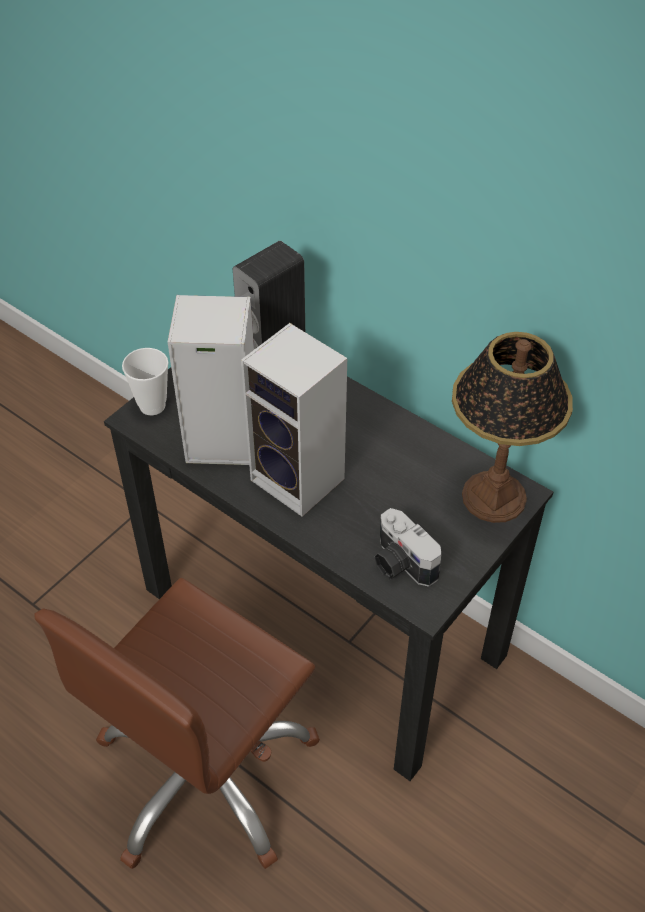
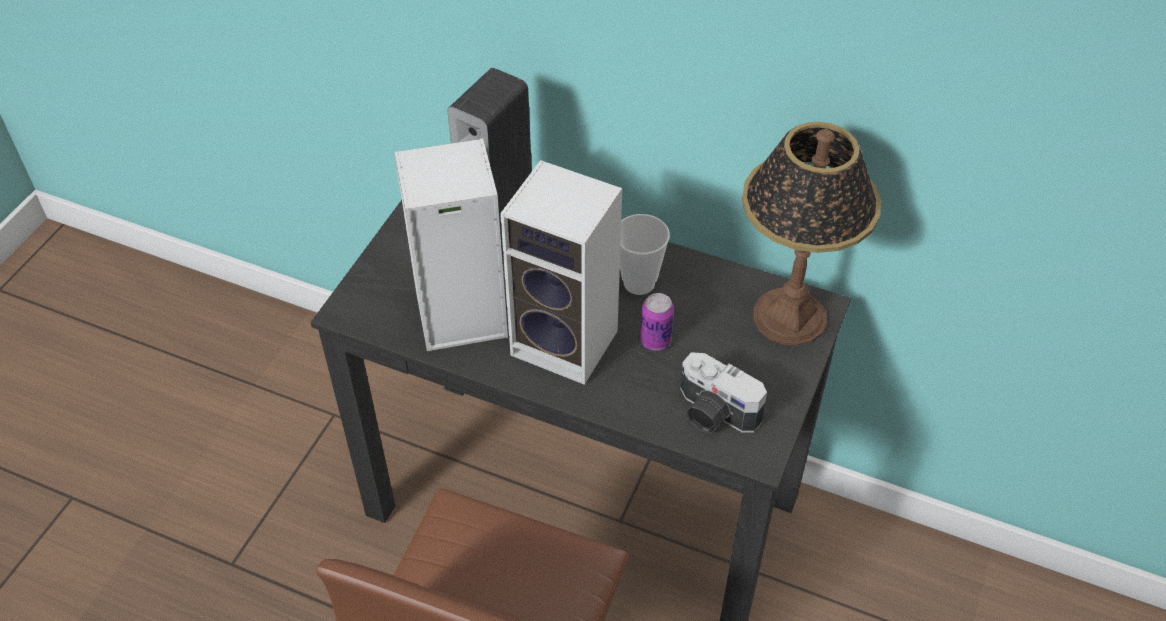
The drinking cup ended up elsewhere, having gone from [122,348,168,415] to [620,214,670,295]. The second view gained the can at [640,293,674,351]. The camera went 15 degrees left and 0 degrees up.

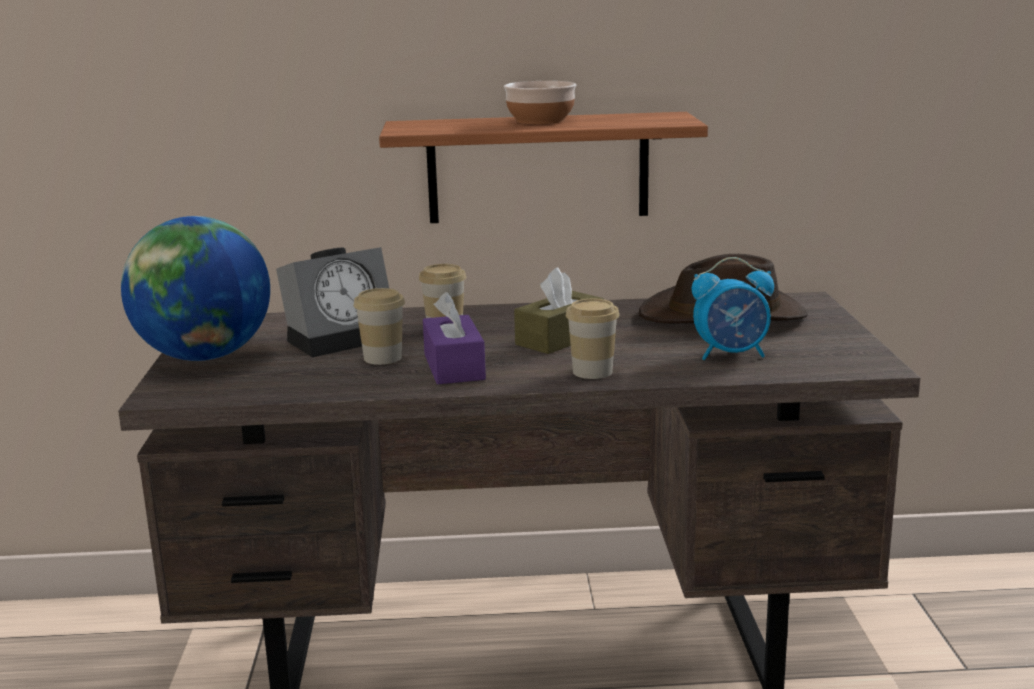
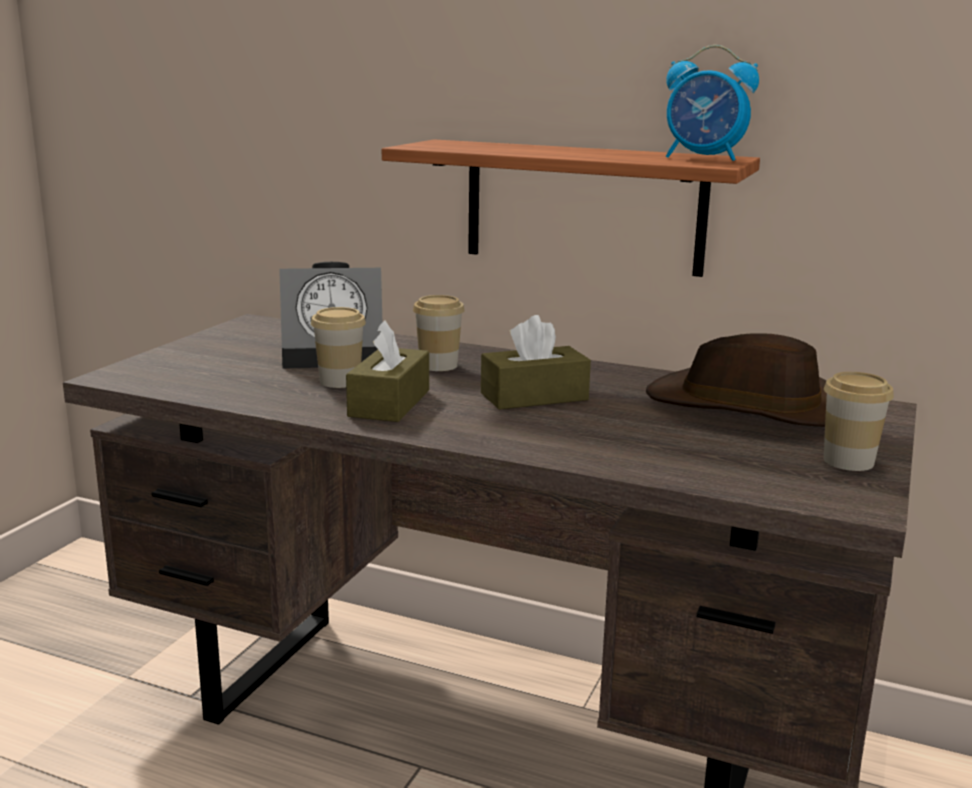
The second view lost the bowl at [504,81,576,124]. The second view lost the desk globe at [121,216,270,361]. The alarm clock ended up elsewhere, having gone from [692,257,774,360] to [666,45,759,161]. What was the purple tissue holder at [423,292,486,384] turned into the brownish tissue holder at [346,320,429,422]. The drinking cup ended up elsewhere, having gone from [566,299,619,379] to [824,372,894,471]. The camera went 25 degrees right and 0 degrees up.

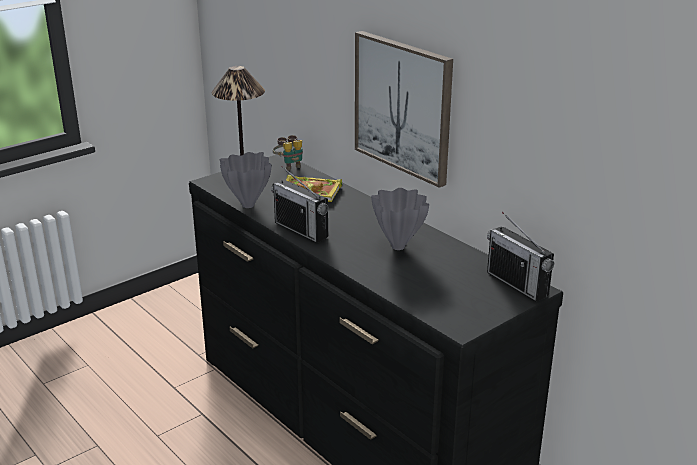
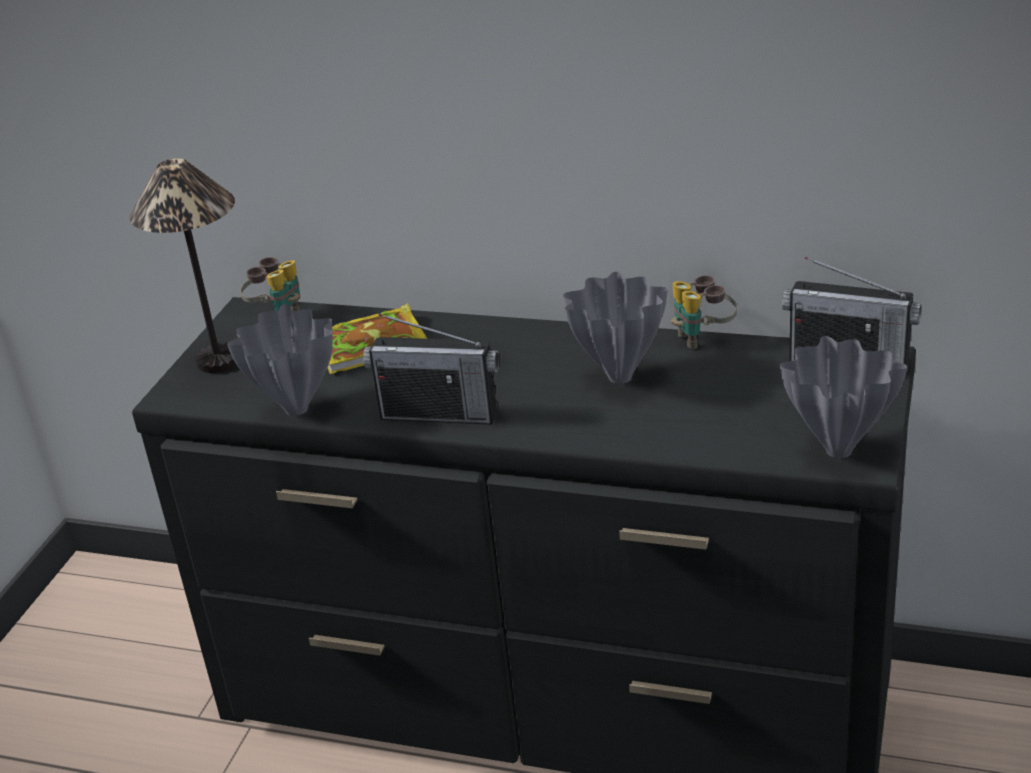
The second view lost the wall art at [355,31,453,188]. The second view gained the field glasses at [671,275,737,350]. The second view gained the gray flower vase at [780,336,907,458]. The camera went 30 degrees left and 5 degrees up.

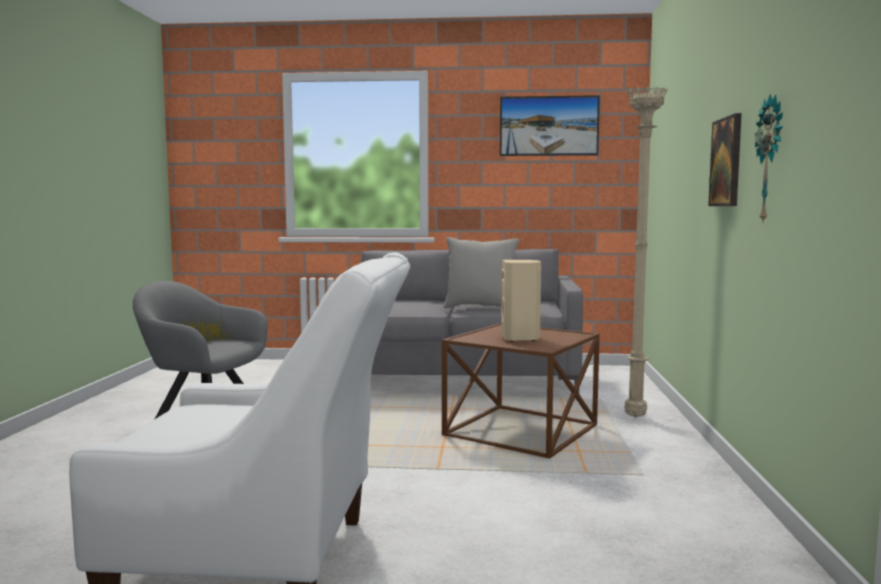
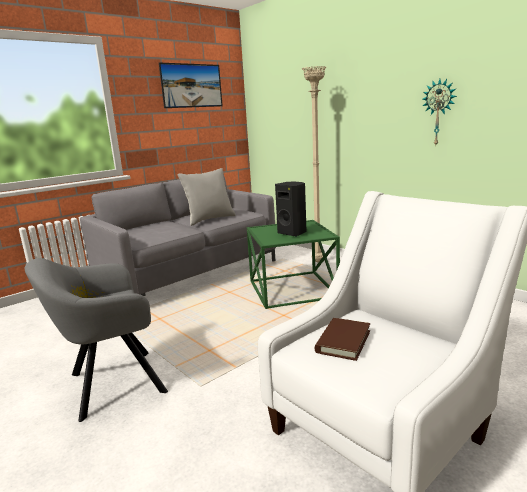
The second view lost the wall art at [708,113,742,206]. What was the beige-coloured audio speaker at [501,260,541,342] turned into the black audio speaker at [275,182,307,237]. What was the brownish accent table at [442,323,600,459] turned into the green accent table at [247,220,340,309]. The second view gained the brownish volume at [315,318,370,361]. The camera went 45 degrees left and 10 degrees up.

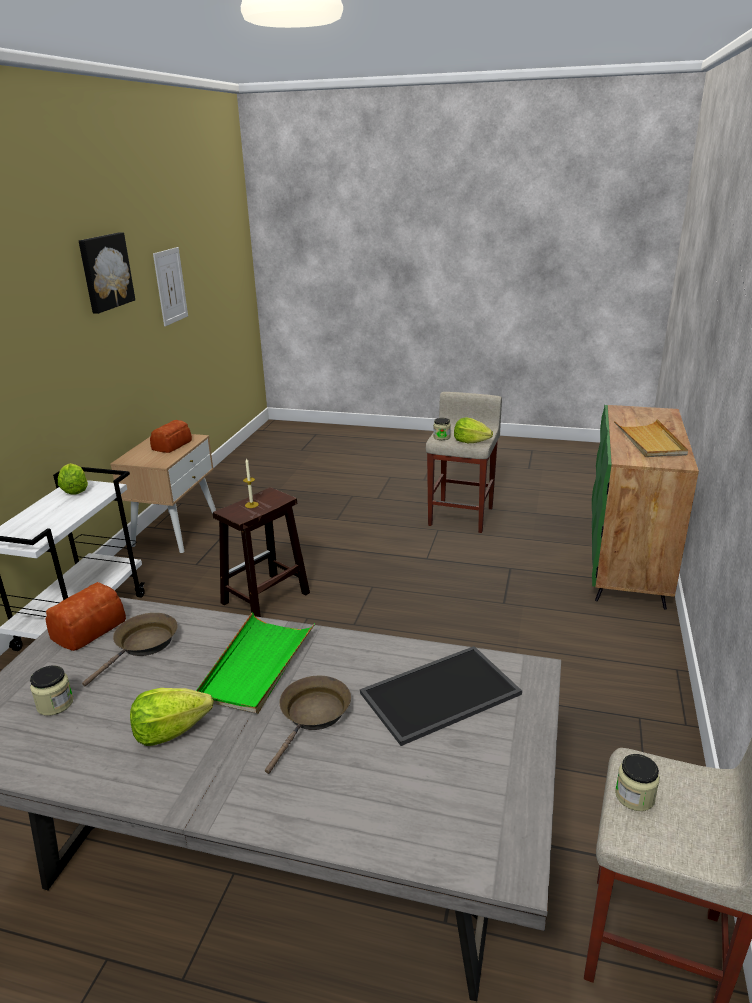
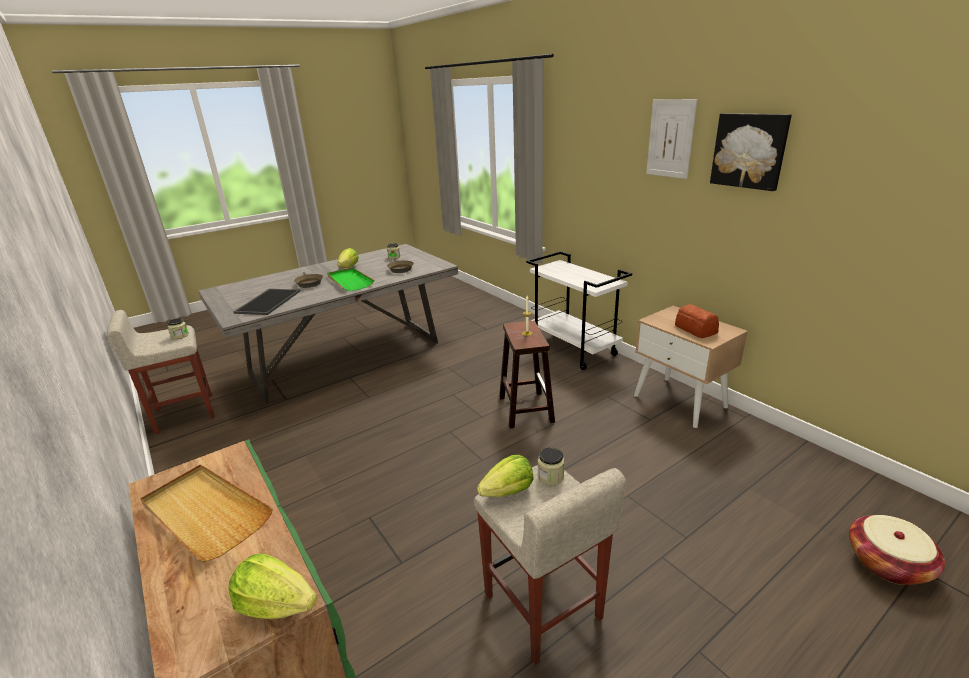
The wall art ended up elsewhere, having gone from [153,247,188,326] to [646,99,697,179]. The lettuce ended up elsewhere, having gone from [58,463,88,495] to [229,553,317,619]. The second view lost the baked bread at [45,582,126,651]. The second view gained the basket at [849,515,945,585]. The camera went 130 degrees right and 0 degrees up.

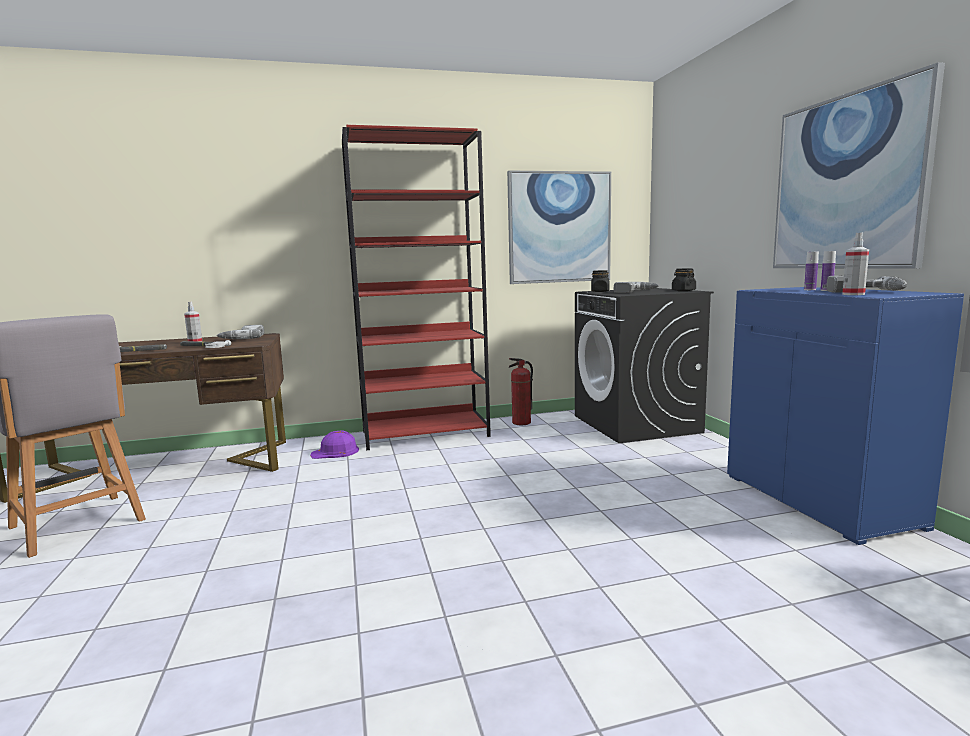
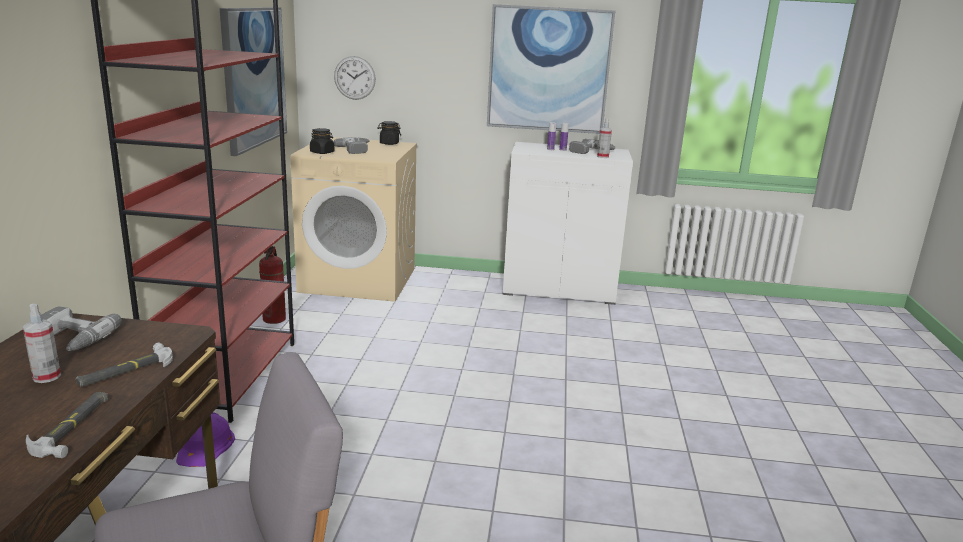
What was the blue-coloured cabinet at [727,287,964,545] turned into the white-coloured cabinet at [503,142,633,305]. What was the black laundry machine at [575,288,714,443] turned into the beige-coloured laundry machine at [290,137,417,302]. The second view gained the hanging clock at [334,56,376,100]. The camera went 70 degrees left and 10 degrees up.

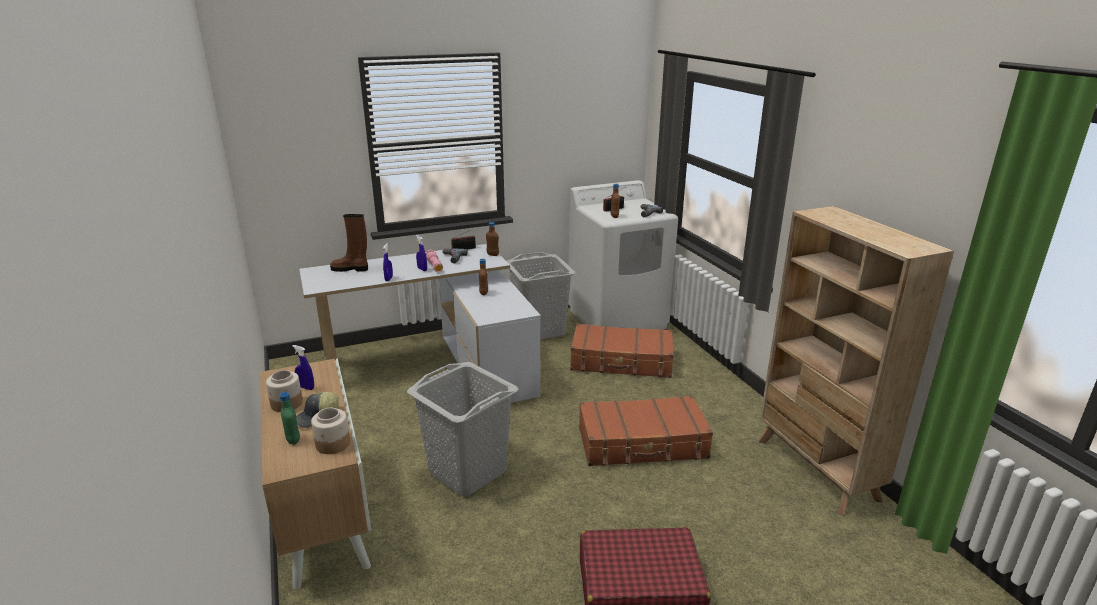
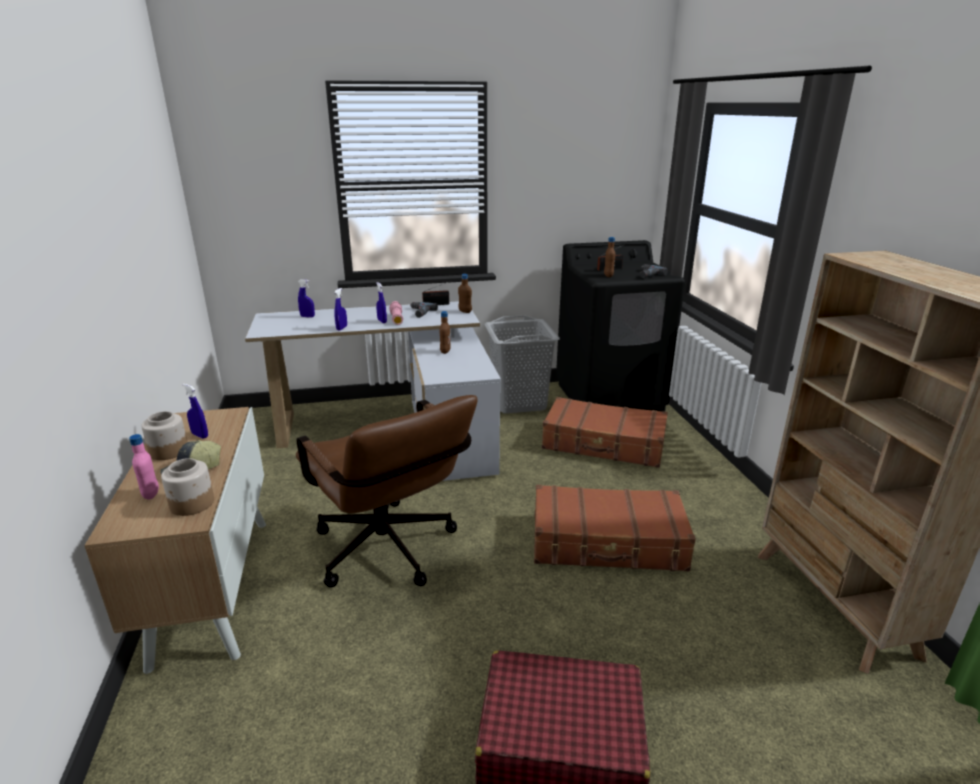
What was the white-coloured laundry machine at [568,180,678,329] turned into the black laundry machine at [556,240,685,412]. Where the brownish high-top boot stood at [330,214,368,272], the blue-coloured sprayer came to stand at [298,279,315,318]. Where the gray laundry basket stood at [407,362,519,497], the brownish computer chair came to stand at [296,395,477,587]. What was the green bottle at [280,392,300,445] turned into the pinkish bottle at [129,434,159,500]. The camera went 10 degrees right and 0 degrees up.

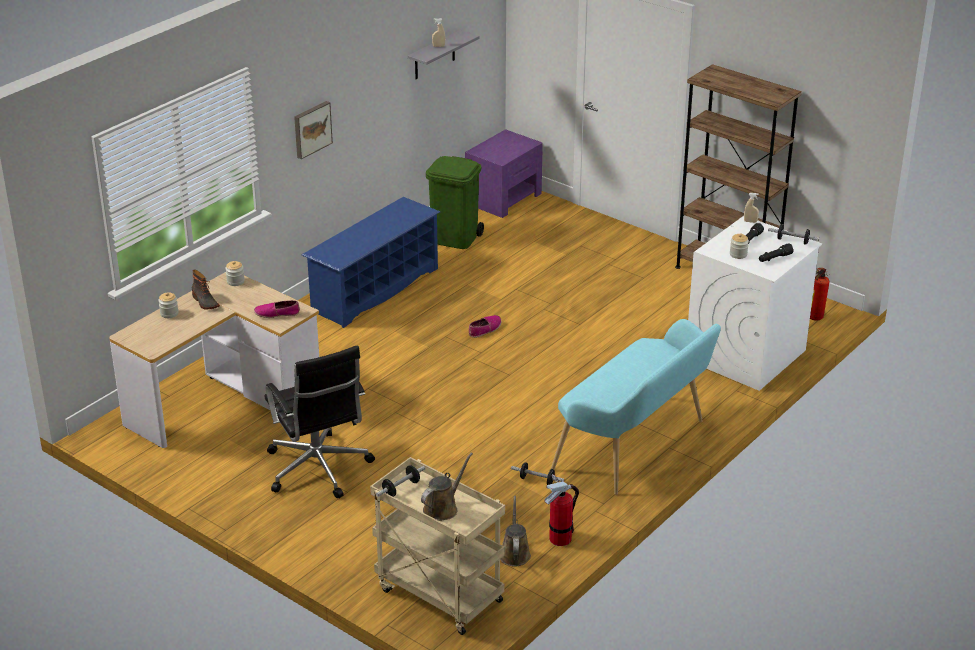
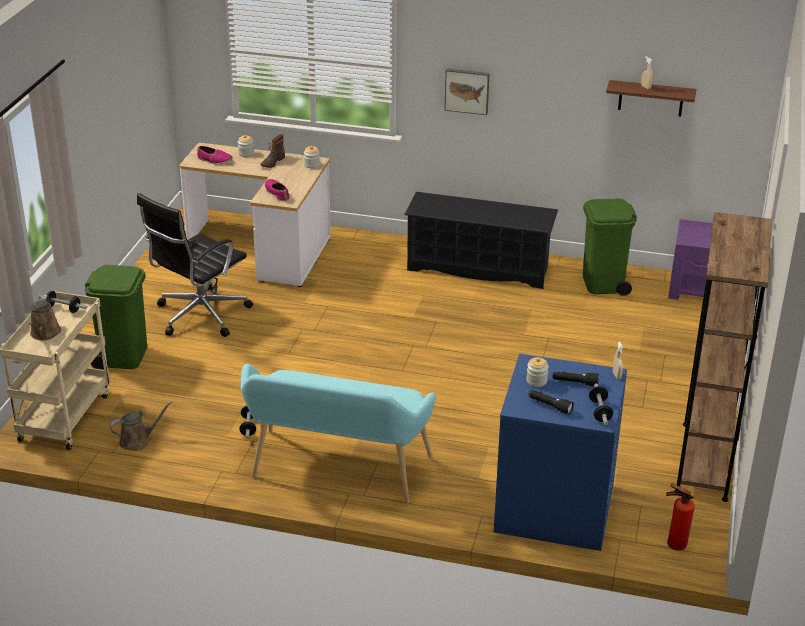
What was the gray bracket shelf at [408,30,479,79] turned into the brownish bracket shelf at [606,80,697,117]. What was the blue-coloured shoe stand at [302,197,440,328] turned into the black shoe stand at [404,192,558,289]. What was the white-coloured laundry machine at [688,216,822,391] turned into the blue-coloured laundry machine at [494,353,627,551]. The low shoe ended up elsewhere, having gone from [469,315,501,338] to [197,146,233,165]. The brownish watering can at [421,453,473,521] ended up facing another way, 75 degrees clockwise from before. The second view lost the fire extinguisher at [544,474,579,546]. The second view gained the green waste bin at [85,265,147,370]. The camera went 65 degrees right and 0 degrees up.

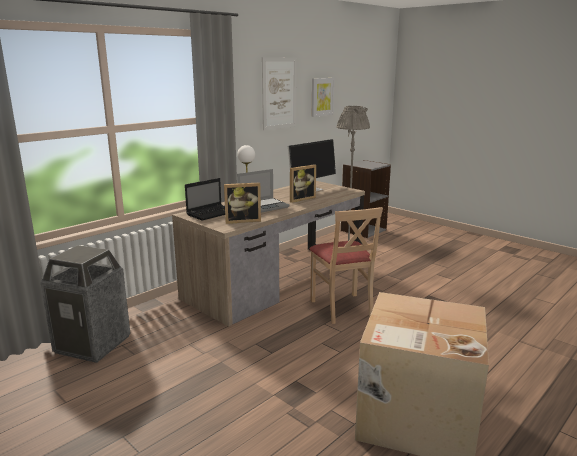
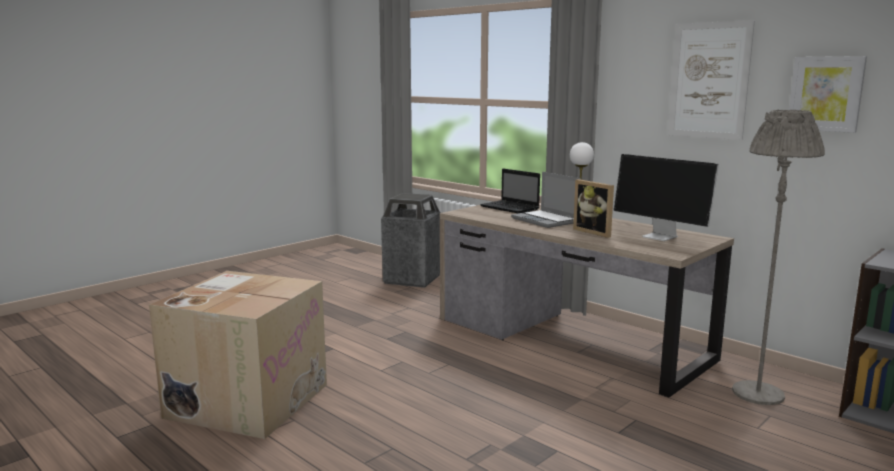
The second view lost the photo frame at [224,182,261,224]. The second view lost the beige-coloured chair at [310,207,383,324]. The camera went 90 degrees right and 5 degrees down.

